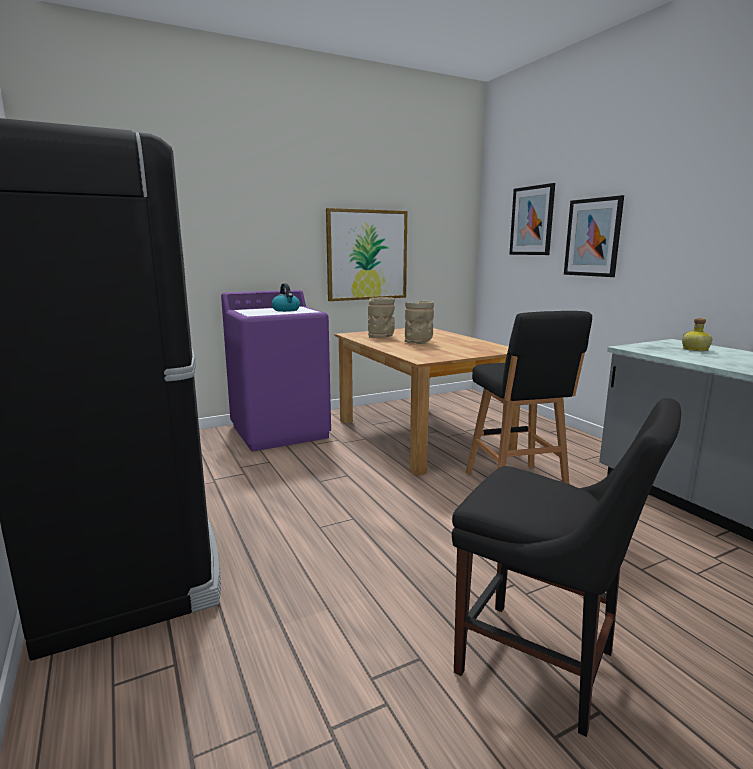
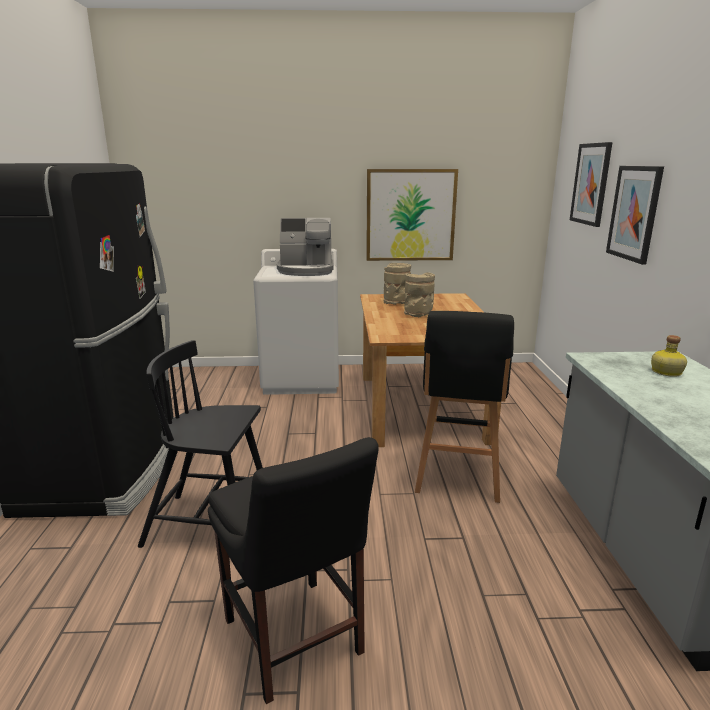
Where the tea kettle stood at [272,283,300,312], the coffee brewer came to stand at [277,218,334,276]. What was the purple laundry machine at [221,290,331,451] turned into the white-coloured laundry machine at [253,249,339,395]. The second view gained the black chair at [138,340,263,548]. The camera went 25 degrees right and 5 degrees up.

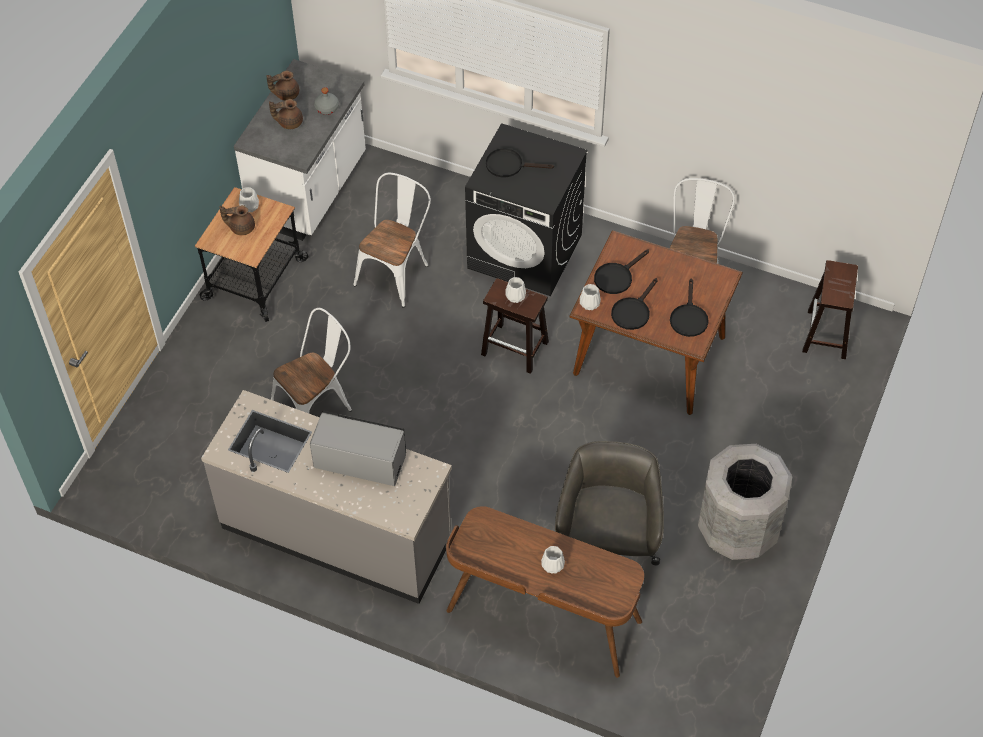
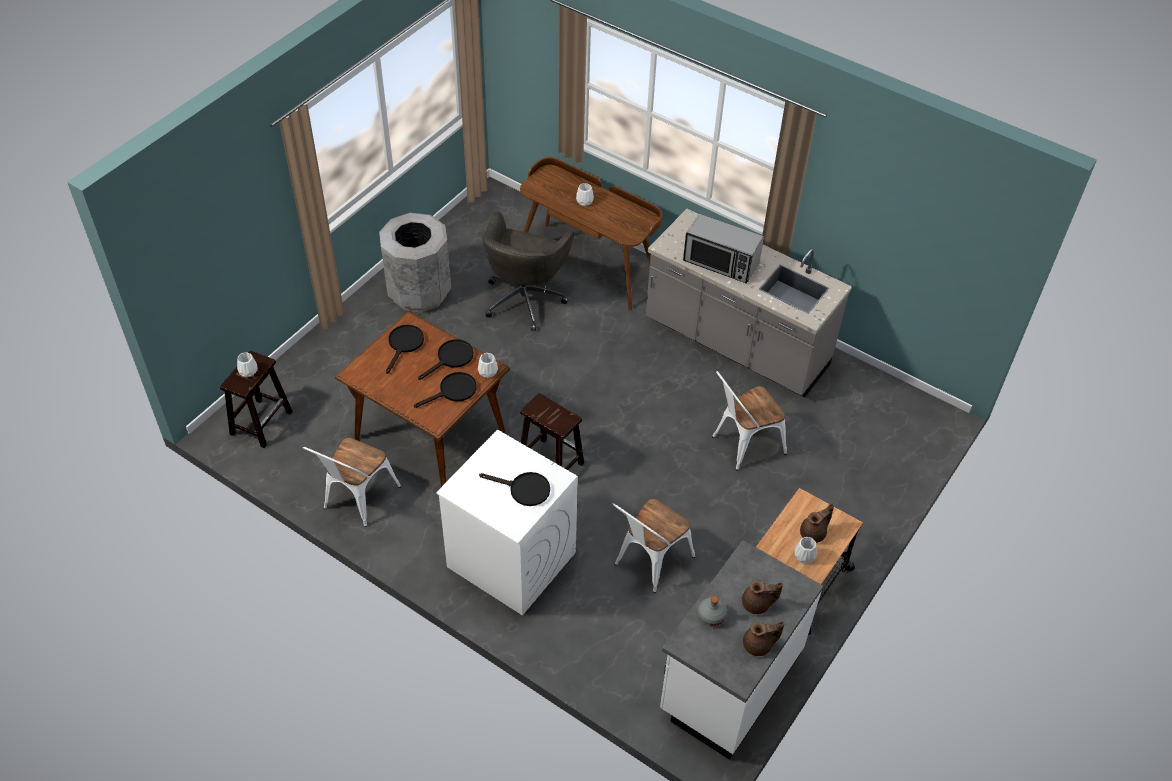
What was the black laundry machine at [465,123,588,296] turned into the white-coloured laundry machine at [436,429,578,616]. The brownish tea pot at [220,205,255,235] ended up facing another way, 45 degrees counterclockwise from before. The white-coloured flower vase ended up elsewhere, having gone from [506,277,526,303] to [237,352,258,377]. The camera went 170 degrees left and 5 degrees down.

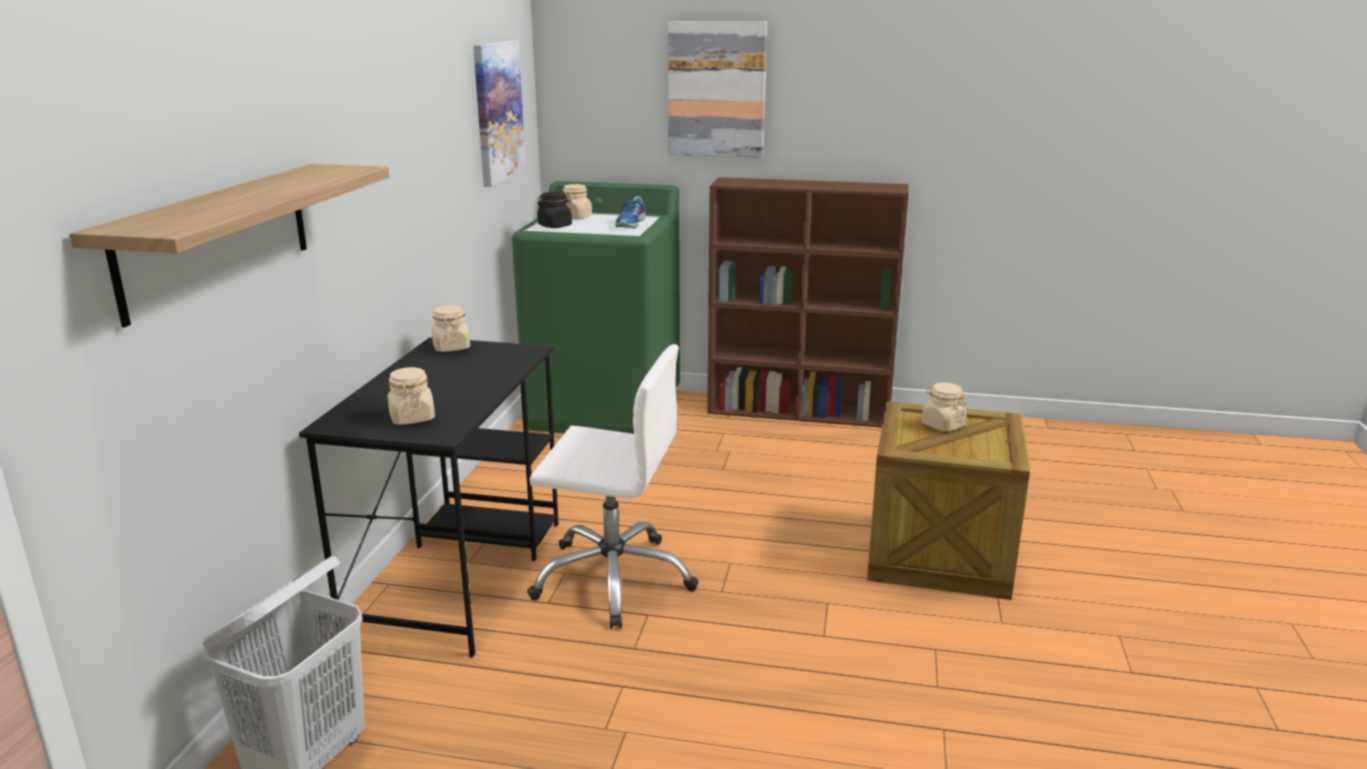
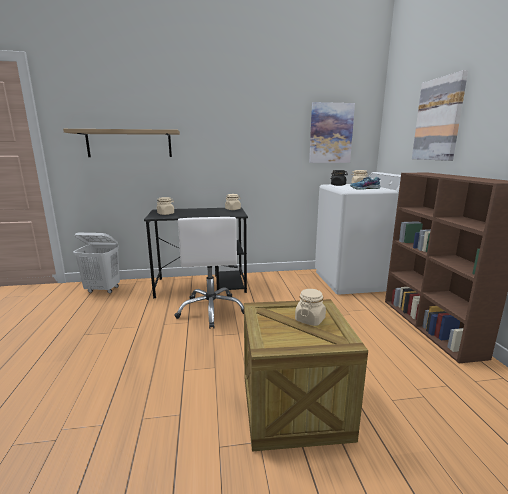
What was the green laundry machine at [512,181,680,434] turned into the white-coloured laundry machine at [315,172,401,295]. The camera went 70 degrees right and 5 degrees down.

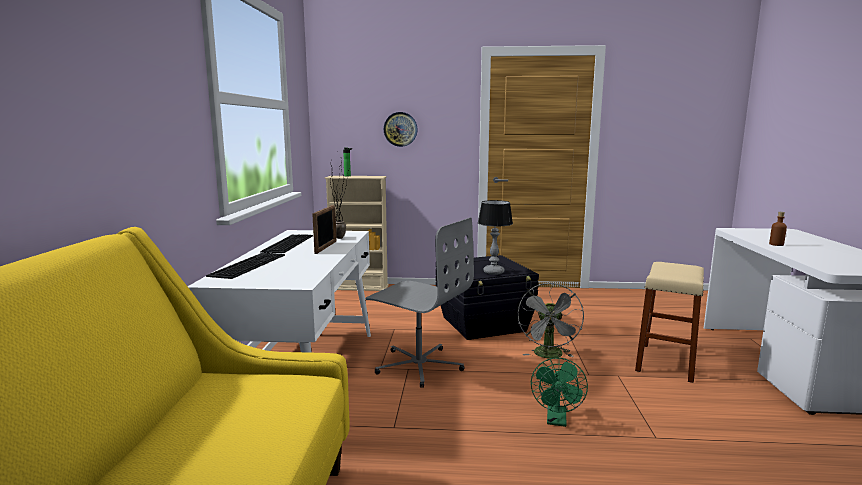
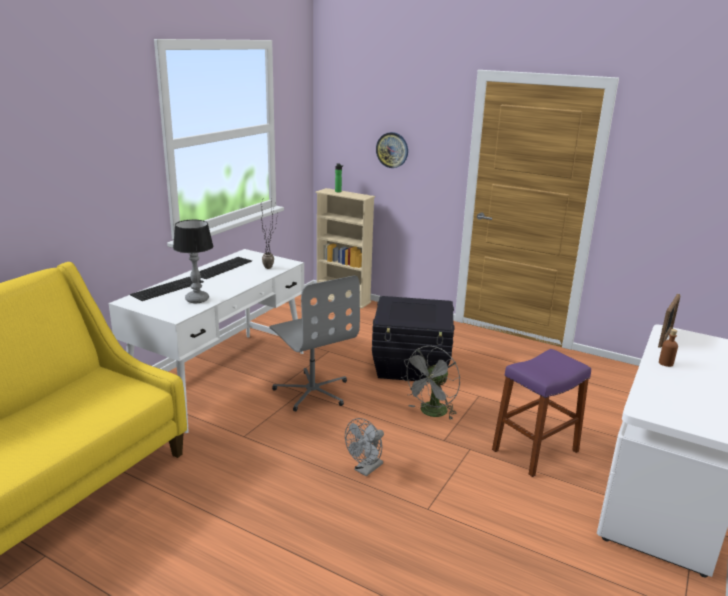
The table lamp ended up elsewhere, having gone from [478,200,513,275] to [173,220,213,303]. The photo frame ended up elsewhere, having gone from [312,205,337,254] to [658,294,680,348]. What was the beige-coloured stool at [635,262,704,383] turned into the purple stool at [492,349,591,477]. What was the green cooling fan at [531,358,588,427] turned into the gray cooling fan at [345,418,384,477]. The camera went 25 degrees right and 10 degrees up.

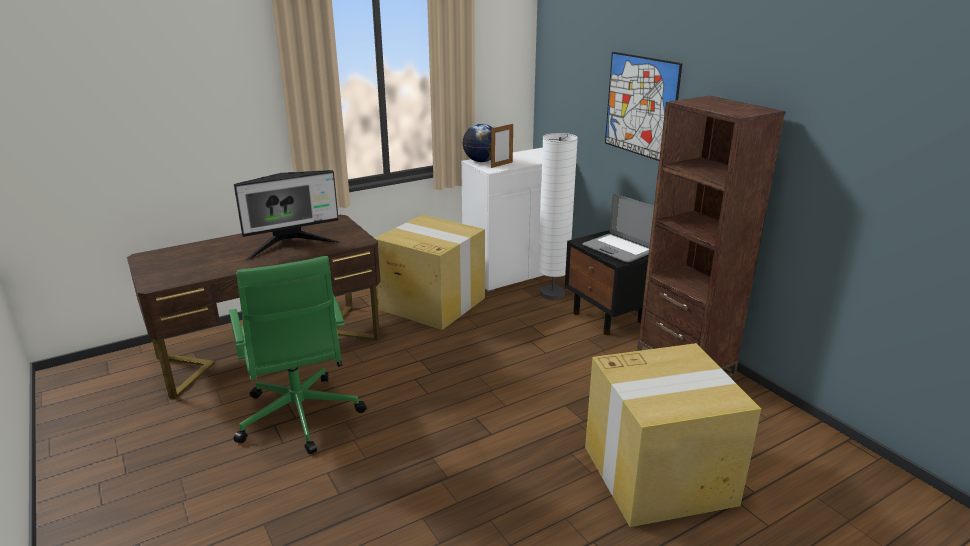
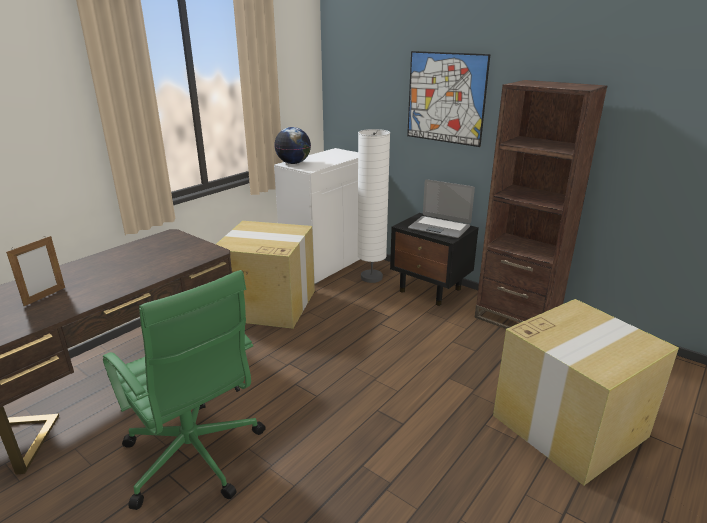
The photo frame ended up elsewhere, having gone from [491,124,513,168] to [6,236,65,306]. The second view lost the computer display at [234,170,342,261]. The camera went 20 degrees left and 0 degrees up.

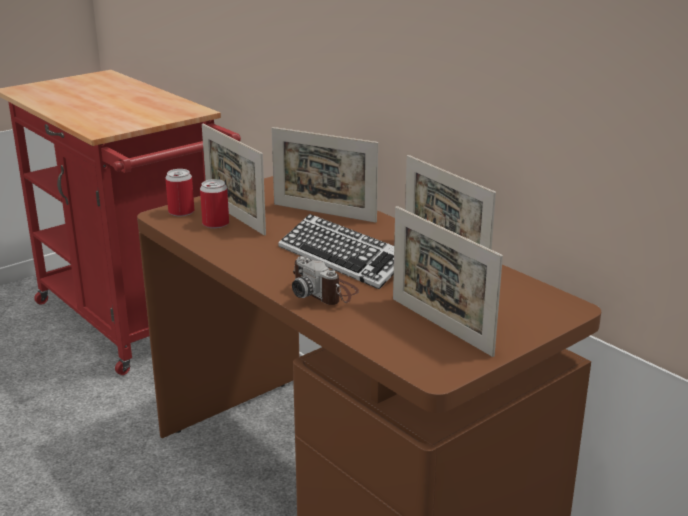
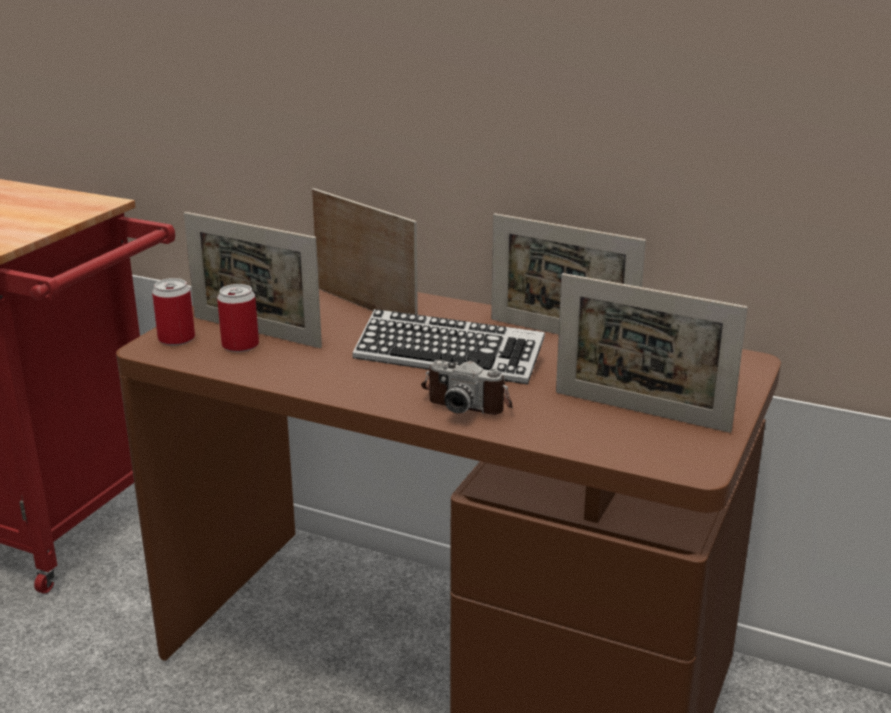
The photo frame at [272,127,378,223] ended up facing another way, 135 degrees counterclockwise from before. The camera went 25 degrees left and 0 degrees up.

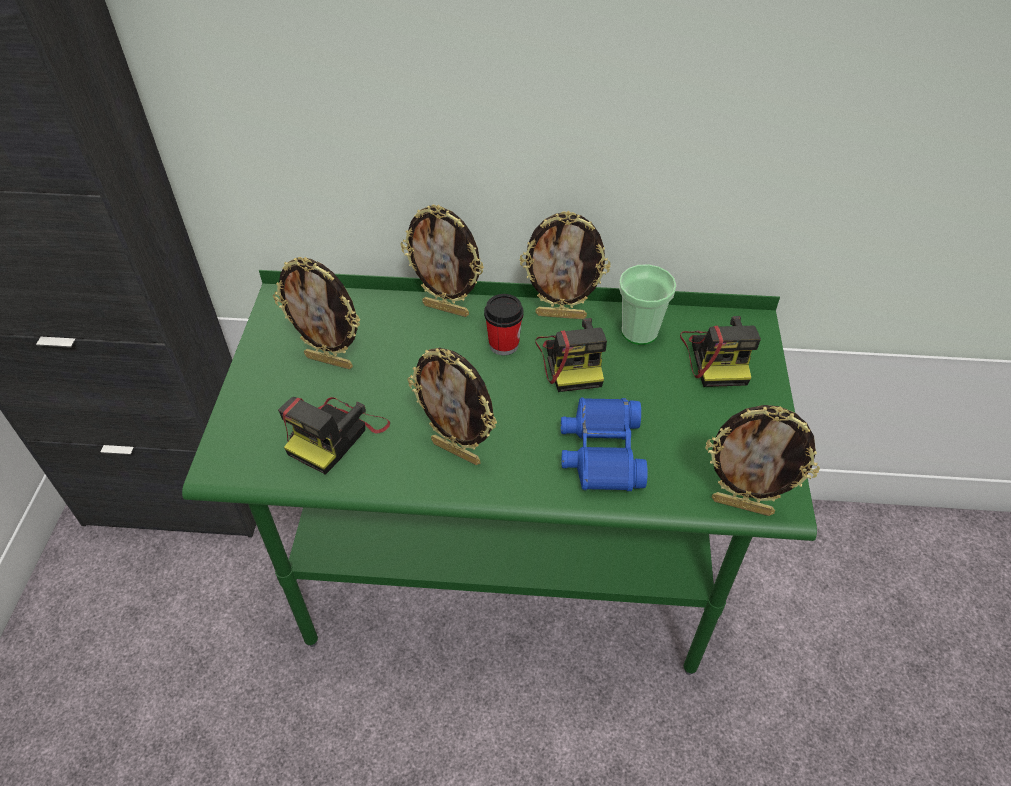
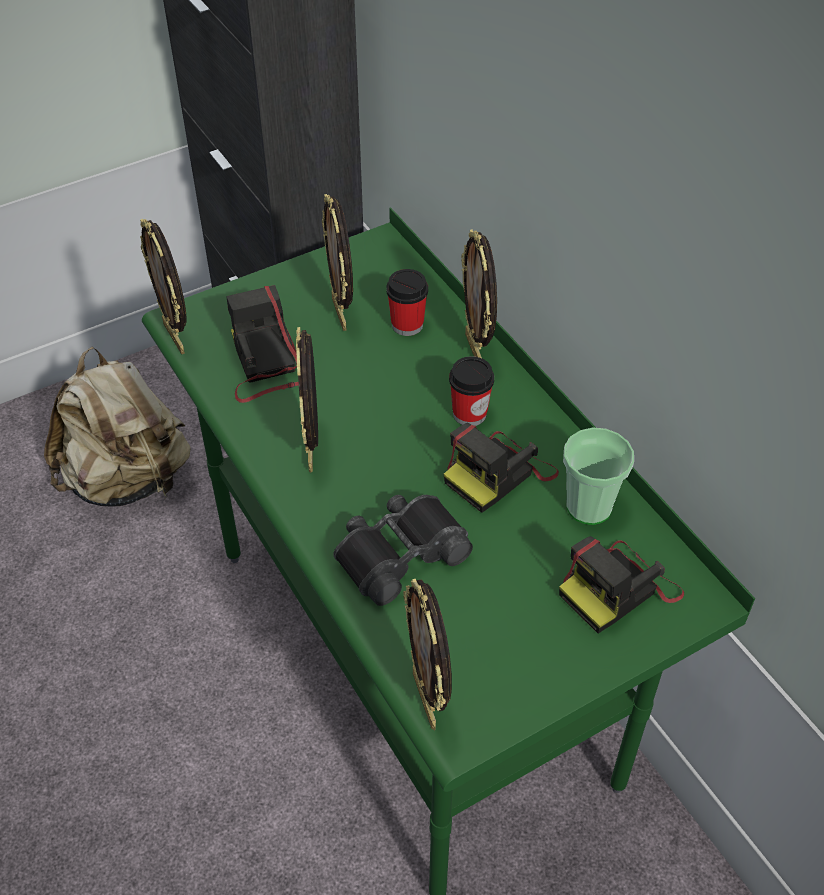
The photo frame ended up elsewhere, having gone from [520,211,610,319] to [140,219,187,354]. The still camera at [278,397,390,475] ended up facing another way, 75 degrees clockwise from before. What was the blue-coloured field glasses at [561,398,648,491] turned into the black field glasses at [333,495,473,606]. The second view gained the drinking cup at [386,269,428,336]. The second view gained the beige-coloured backpack at [44,347,191,507]. The camera went 55 degrees right and 0 degrees up.

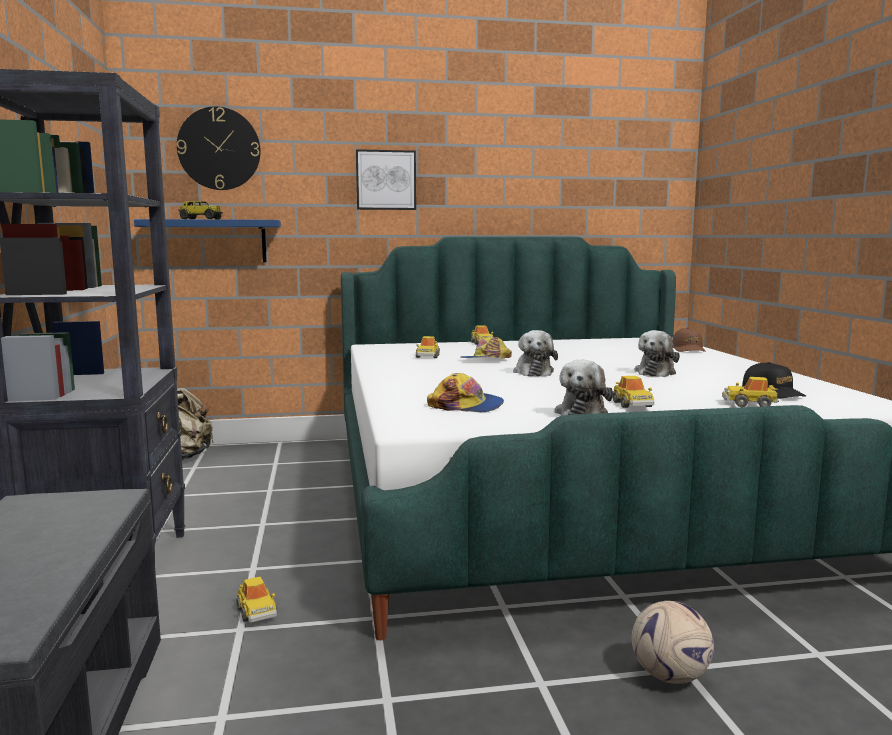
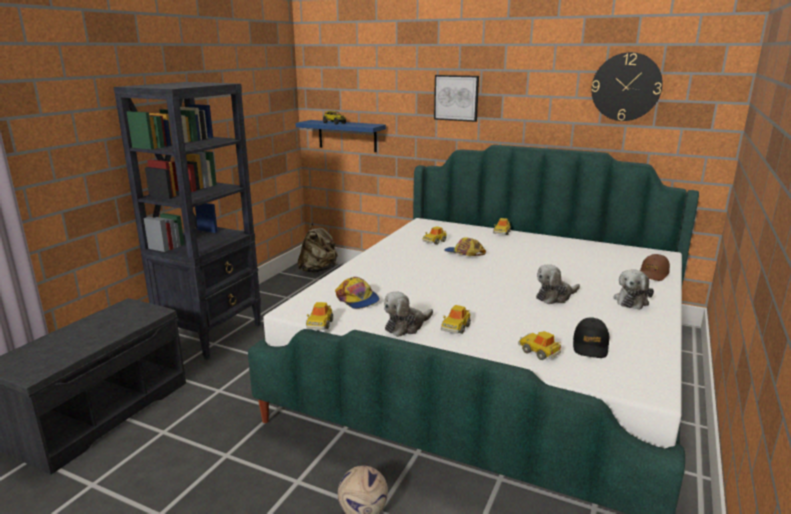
The hanging clock ended up elsewhere, having gone from [177,106,261,190] to [591,52,663,121]. The plush toy ended up elsewhere, having gone from [513,330,558,376] to [613,269,654,310]. The model car ended up elsewhere, having gone from [236,577,277,622] to [306,302,333,330]. The camera went 35 degrees right and 10 degrees up.

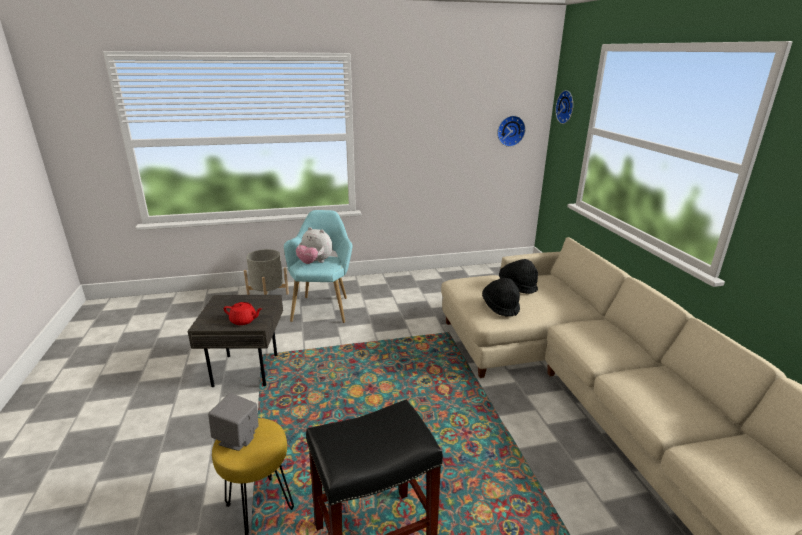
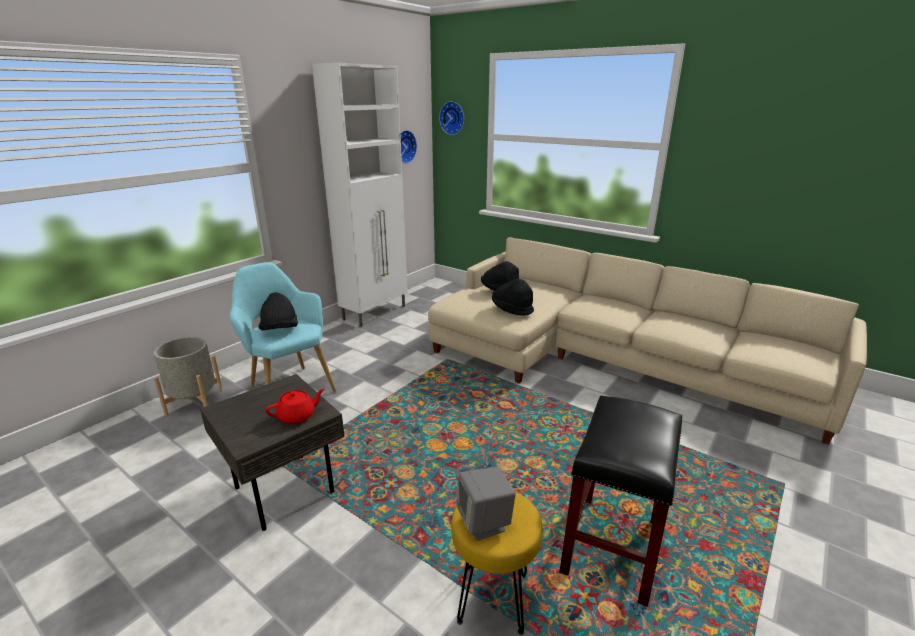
Where the plush toy stood at [296,227,333,264], the black clothing hat came to stand at [259,292,298,331]. The second view gained the white-coloured cabinet at [312,63,408,327]. The camera went 40 degrees left and 0 degrees up.

